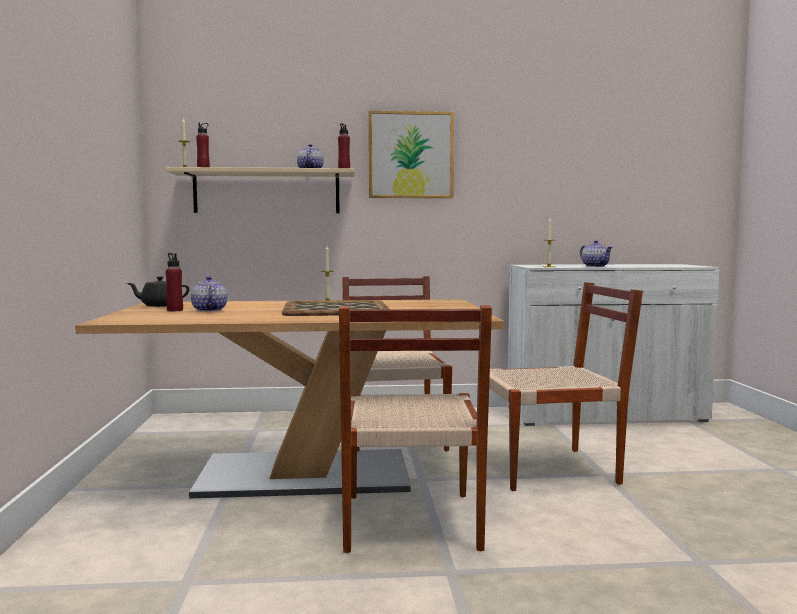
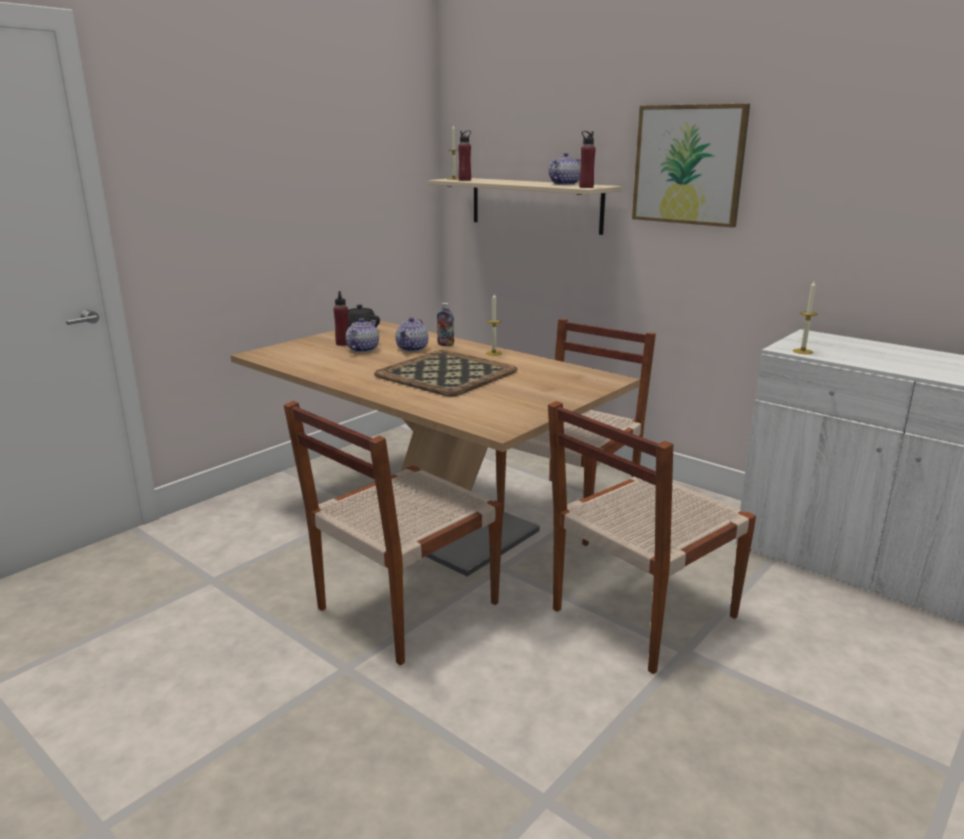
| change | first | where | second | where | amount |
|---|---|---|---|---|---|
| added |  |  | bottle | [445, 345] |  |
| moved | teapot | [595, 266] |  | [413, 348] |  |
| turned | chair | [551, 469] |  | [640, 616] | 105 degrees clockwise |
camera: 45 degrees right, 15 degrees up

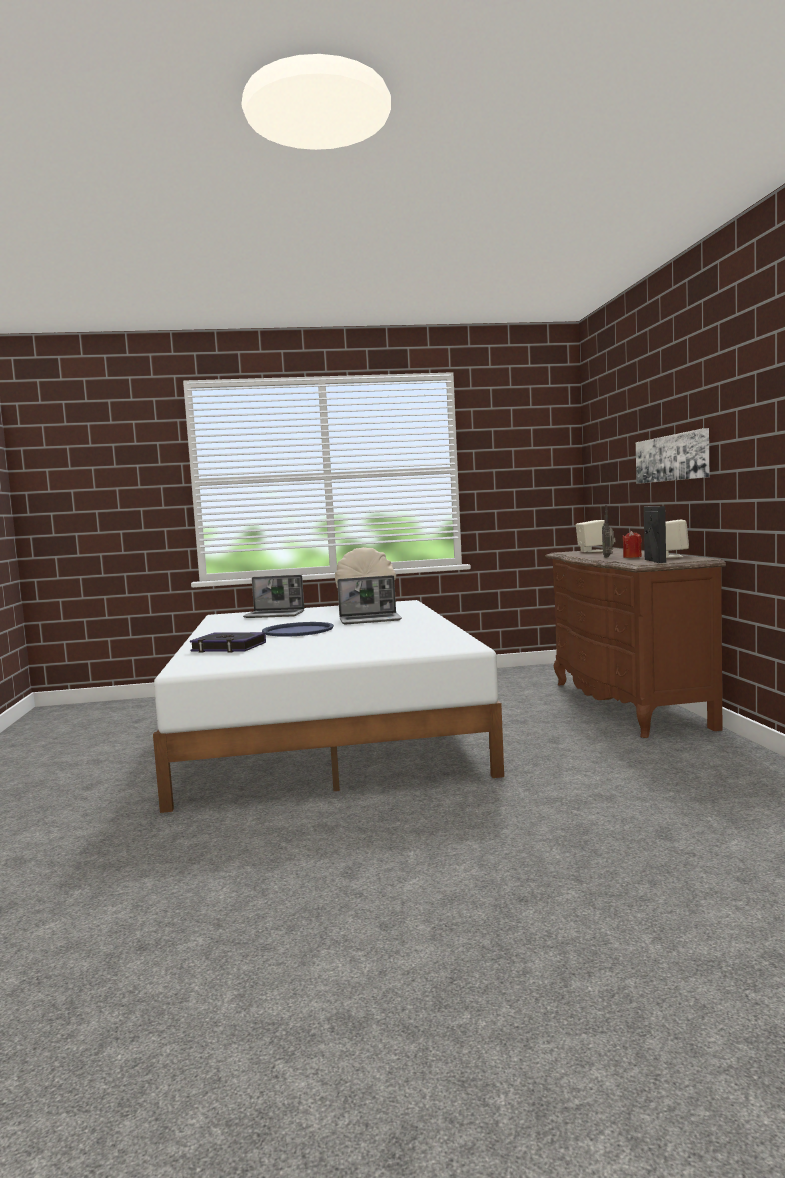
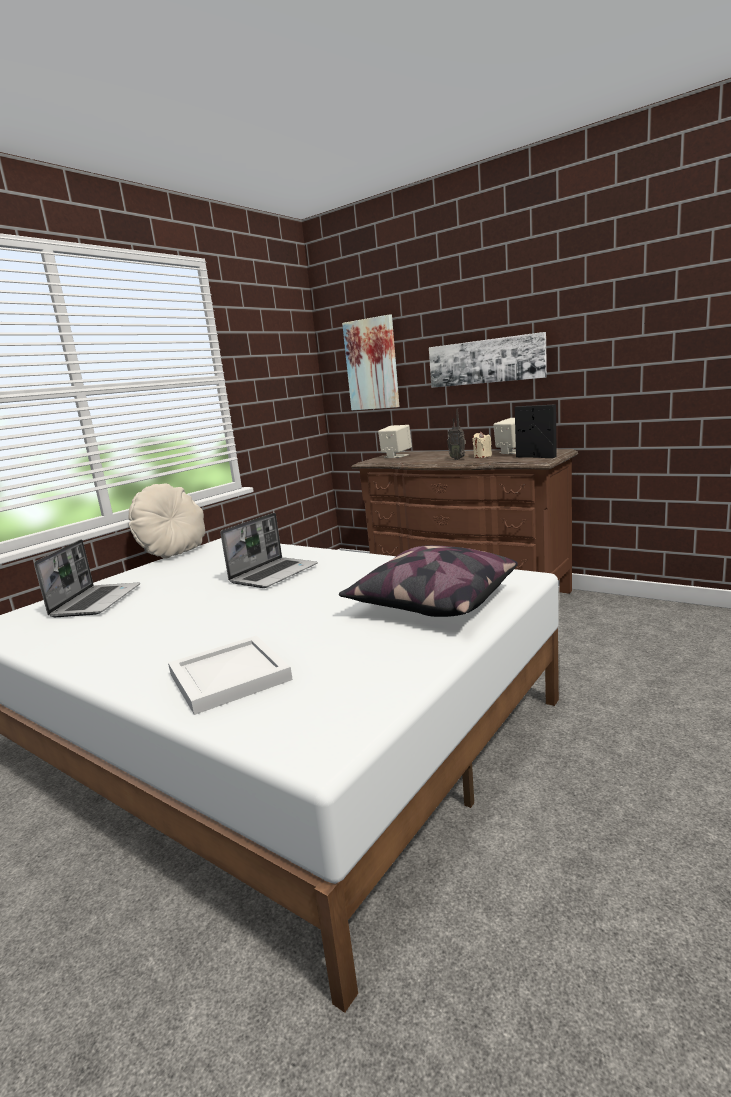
| change | first | where | second | where | amount |
|---|---|---|---|---|---|
| removed | blue tray | [298, 631] |  |  |  |
| added |  |  | pillow | [431, 603] |  |
| added |  |  | picture | [372, 364] |  |
| replaced | book | [228, 647] | white tray | [231, 677] |  |
| recoloured | red candle | [632, 557] | beige candle | [482, 456] |  |
| turned | laptop | [275, 615] |  | [96, 601] | 45 degrees counterclockwise |
camera: 45 degrees left, 10 degrees up

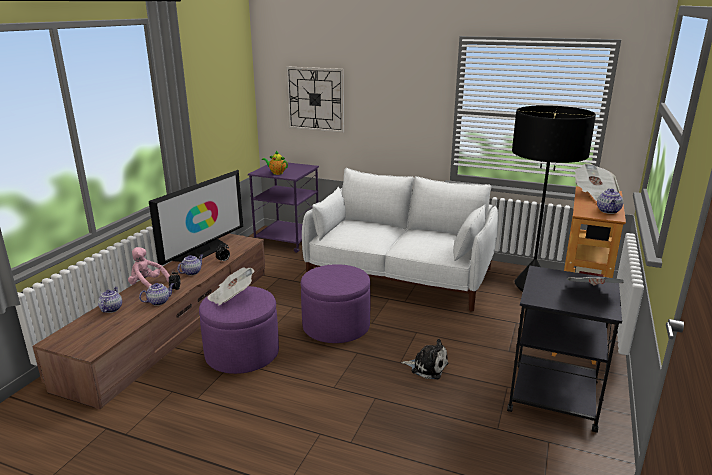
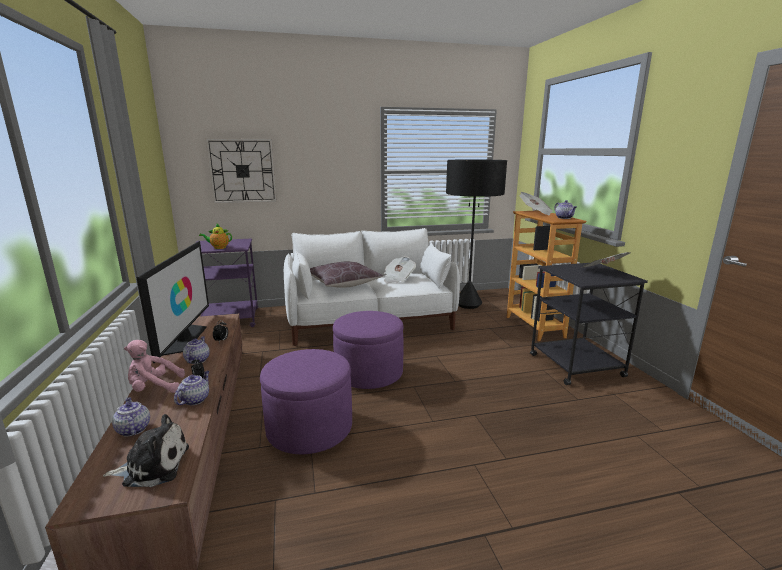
| change | first | where | second | where | amount |
|---|---|---|---|---|---|
| added |  |  | brown pillow | [343, 283] |  |
| moved | newspaper | [231, 297] |  | [398, 278] |  |
| moved | plush toy | [427, 367] |  | [153, 466] |  |
camera: 35 degrees left, 5 degrees down

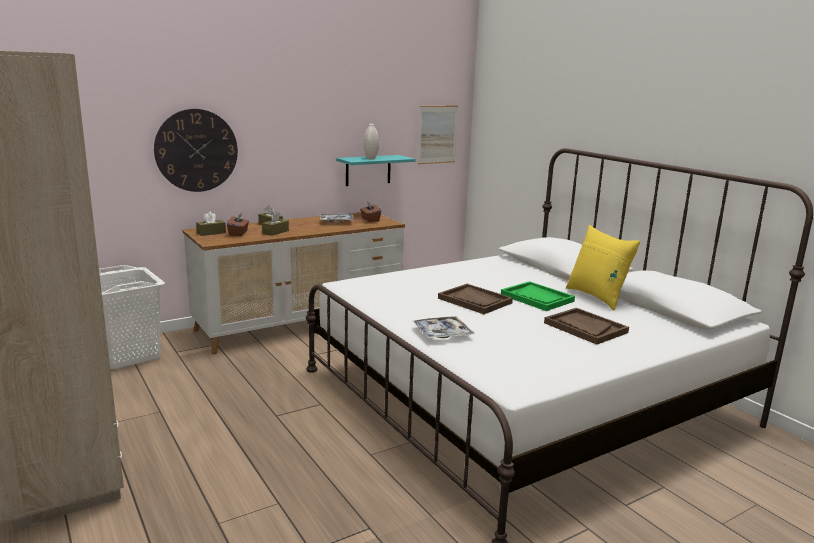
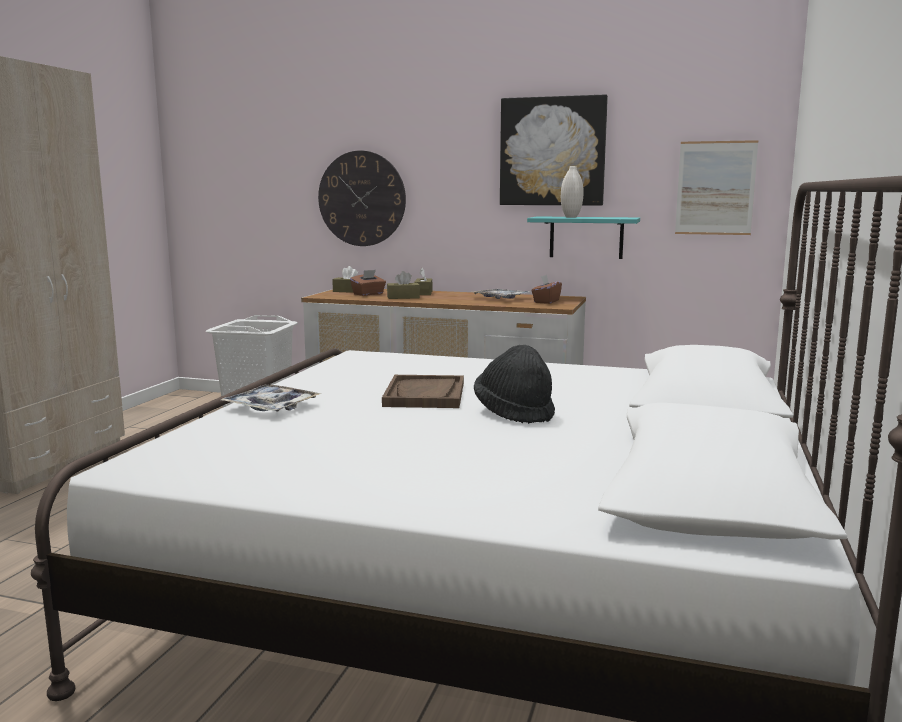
| change | first | where | second | where | amount |
|---|---|---|---|---|---|
| removed | brown tray | [585, 328] |  |  |  |
| removed | yellow pillow | [596, 297] |  |  |  |
| added |  |  | picture | [552, 151] |  |
| replaced | green tray | [537, 298] | black hat | [514, 413] |  |
camera: 50 degrees right, 5 degrees down

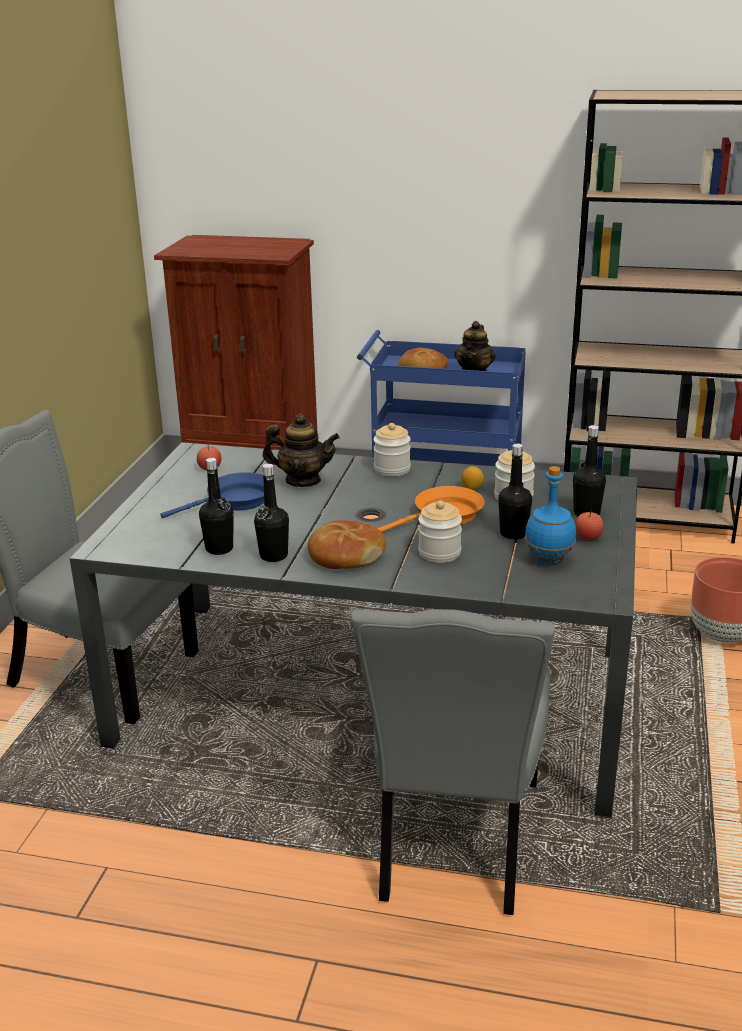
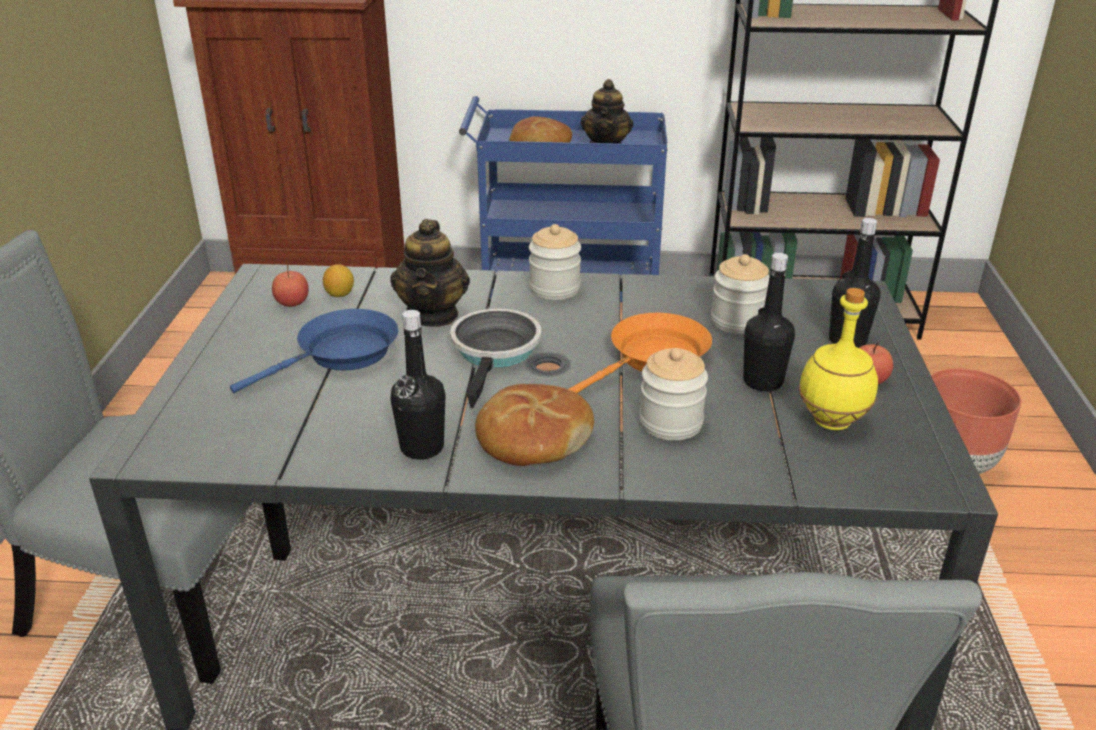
| change | first | where | second | where | amount |
|---|---|---|---|---|---|
| removed | black bottle | [219, 548] |  |  |  |
| added |  |  | frying pan | [495, 353] |  |
| moved | lemon | [472, 488] |  | [340, 294] |  |
| recoloured | blue bottle | [548, 559] | yellow bottle | [830, 422] |  |
| turned | teapot | [303, 481] |  | [433, 314] | 90 degrees clockwise |
camera: 10 degrees left, 5 degrees up

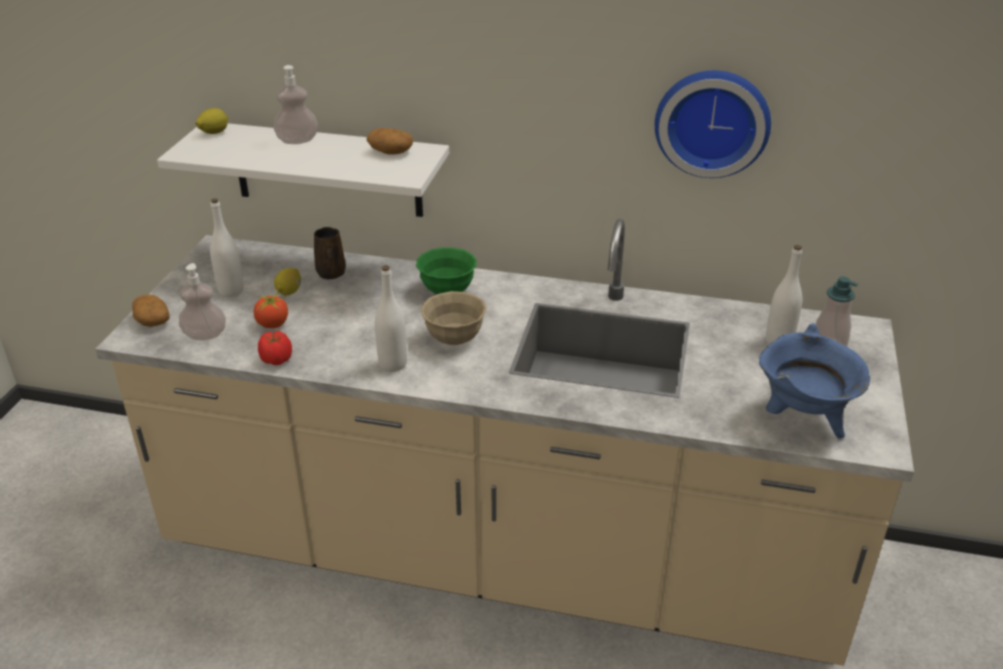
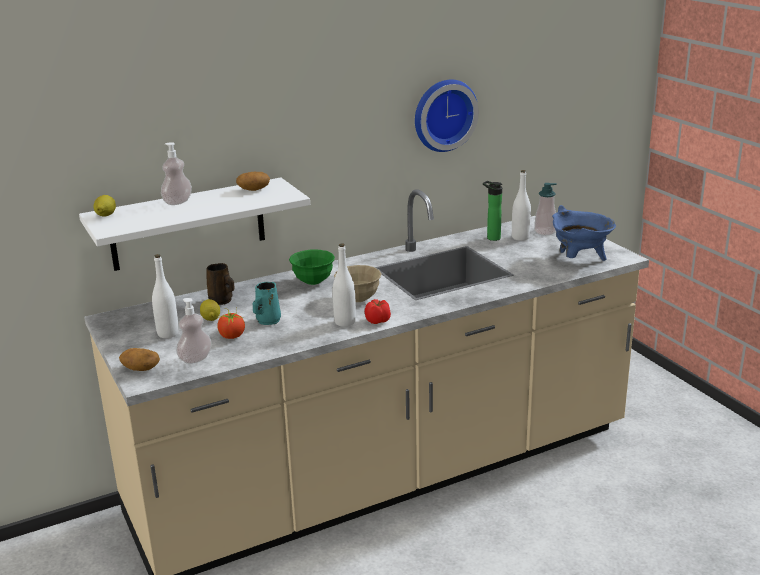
| change | first | where | second | where | amount |
|---|---|---|---|---|---|
| added |  |  | turquoise mug | [267, 321] |  |
| added |  |  | bottle | [491, 237] |  |
| moved | tomato | [276, 360] |  | [378, 321] |  |
camera: 40 degrees left, 10 degrees down

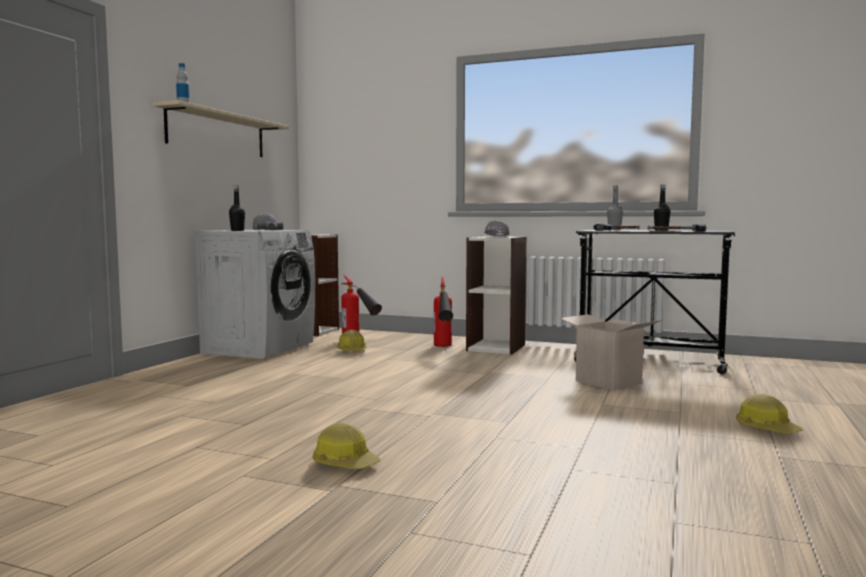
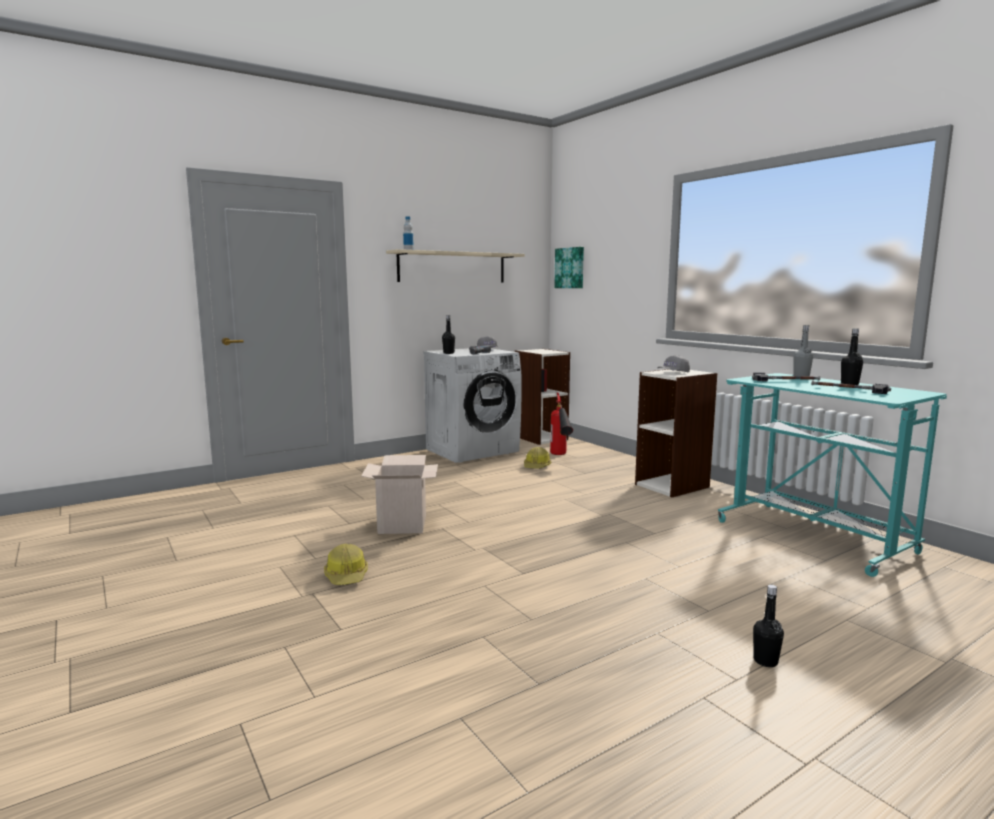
| change | first | where | second | where | amount |
|---|---|---|---|---|---|
| removed | fire extinguisher | [443, 348] |  |  |  |
| added |  |  | picture | [570, 268] |  |
| moved | cardboard box | [608, 382] |  | [402, 524] |  |
| replaced | hard hat | [766, 429] | black bottle | [765, 661] |  |
| recoloured | black desk | [649, 360] | turquoise desk | [814, 536] |  |
camera: 35 degrees right, 5 degrees up

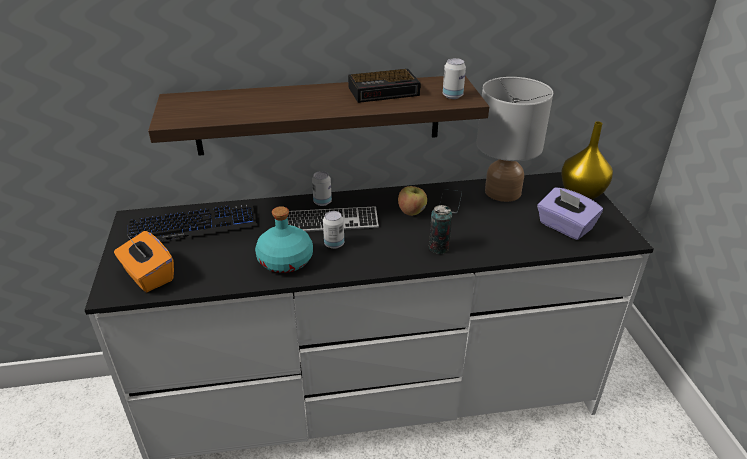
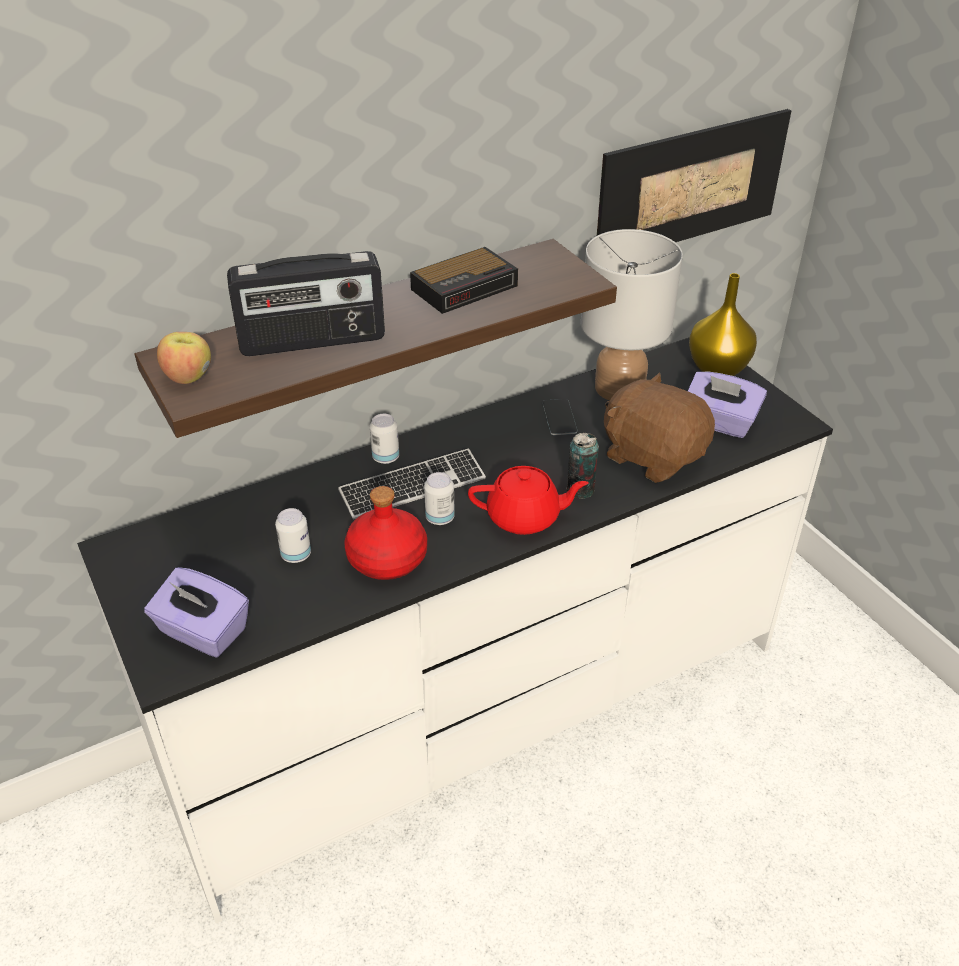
| change | first | where | second | where | amount |
|---|---|---|---|---|---|
| removed | keyboard | [193, 225] |  |  |  |
| added |  |  | radio | [312, 341] |  |
| added |  |  | red teapot | [525, 517] |  |
| added |  |  | picture | [691, 185] |  |
| added |  |  | brown plush toy | [653, 455] |  |
| moved | apple | [412, 211] |  | [188, 377] |  |
| moved | can | [452, 96] |  | [296, 555] |  |
| recoloured | orange tissue box | [148, 276] | purple tissue box | [202, 632] |  |
| recoloured | turquoise bottle | [285, 261] | red bottle | [388, 559] |  |
camera: 20 degrees left, 5 degrees up

